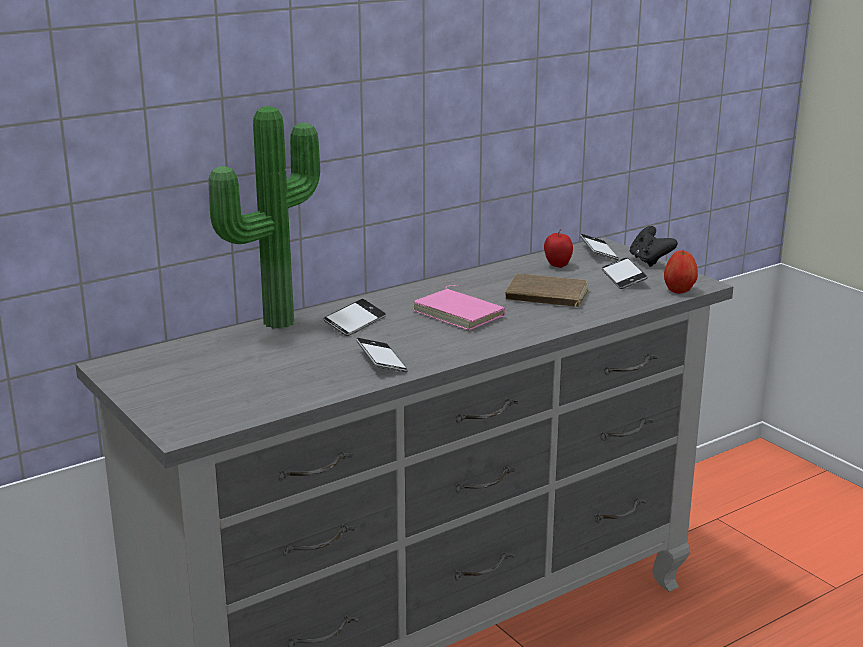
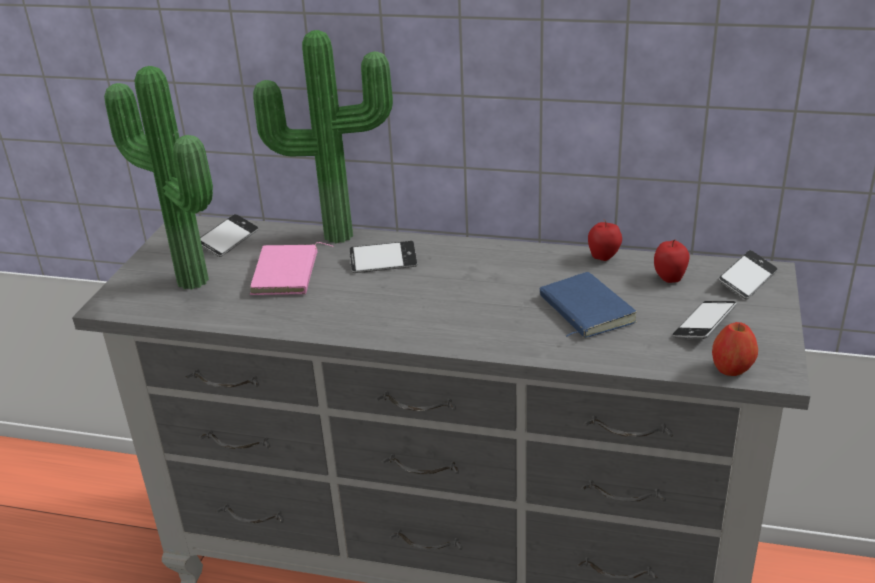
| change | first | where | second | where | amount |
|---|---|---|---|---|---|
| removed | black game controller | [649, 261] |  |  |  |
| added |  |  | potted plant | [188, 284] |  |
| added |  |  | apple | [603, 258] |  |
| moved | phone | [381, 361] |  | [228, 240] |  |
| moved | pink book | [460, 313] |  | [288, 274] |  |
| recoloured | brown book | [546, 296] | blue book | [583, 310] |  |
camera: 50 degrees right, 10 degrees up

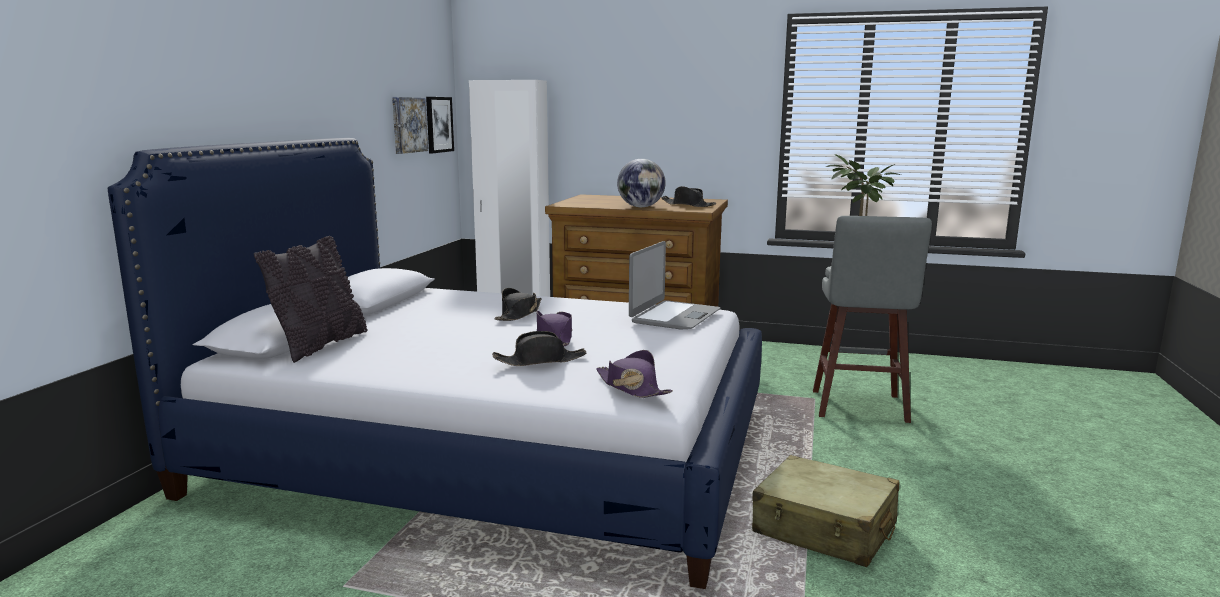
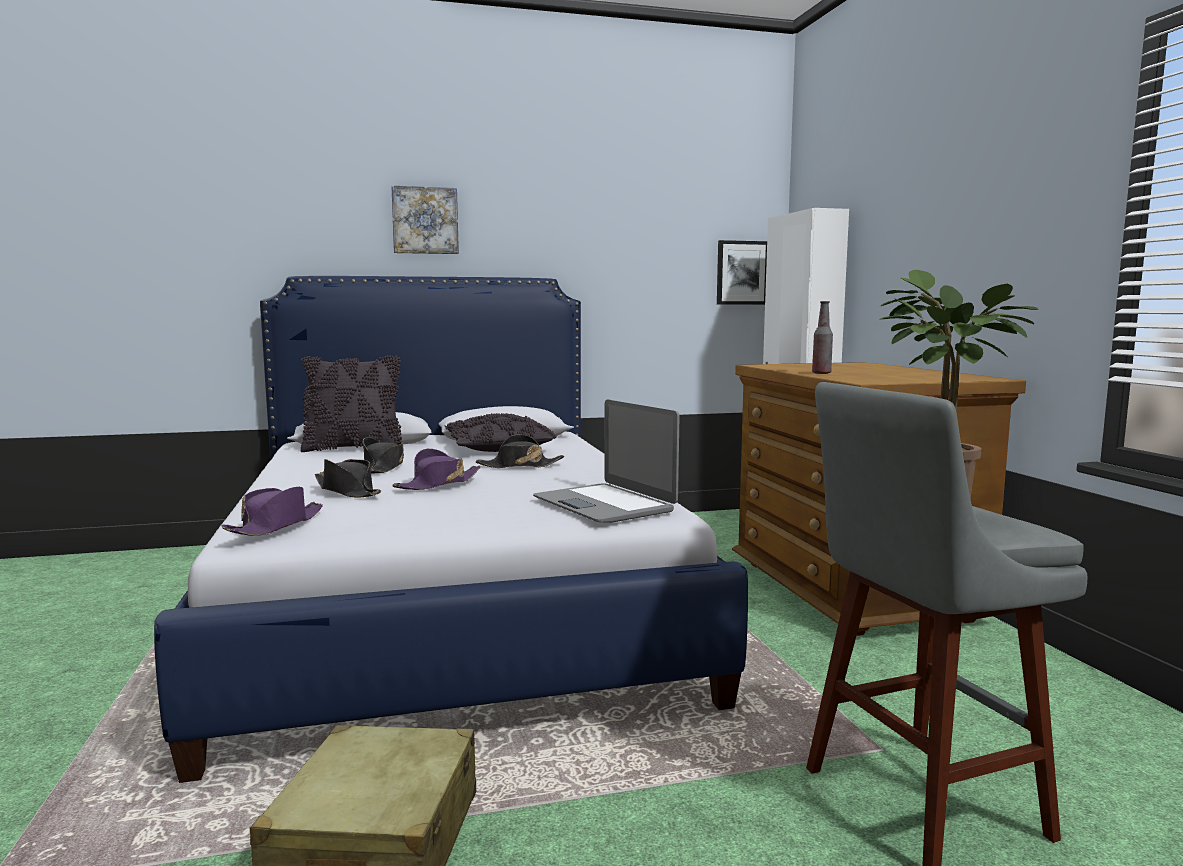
| change | first | where | second | where | amount |
|---|---|---|---|---|---|
| added |  |  | black pillow | [499, 448] |  |
| moved | picture | [408, 125] |  | [425, 220] |  |
| moved | black hat | [688, 205] |  | [383, 467] |  |
| replaced | globe | [641, 207] | bottle | [821, 373] |  |
| turned | laptop | [674, 316] |  | [604, 505] | 60 degrees clockwise |
camera: 60 degrees right, 5 degrees down

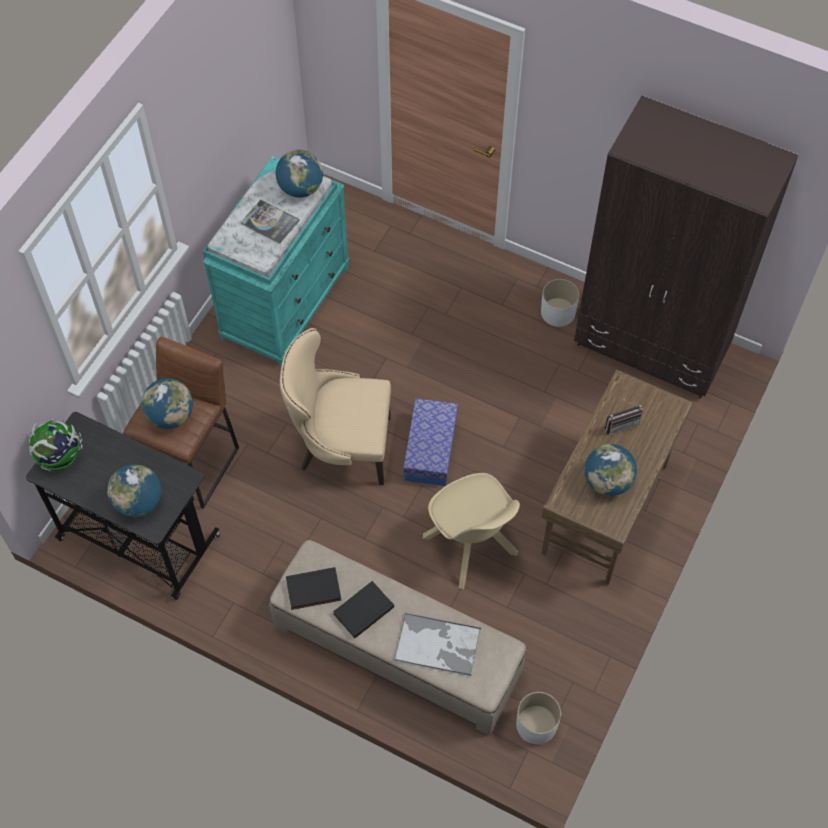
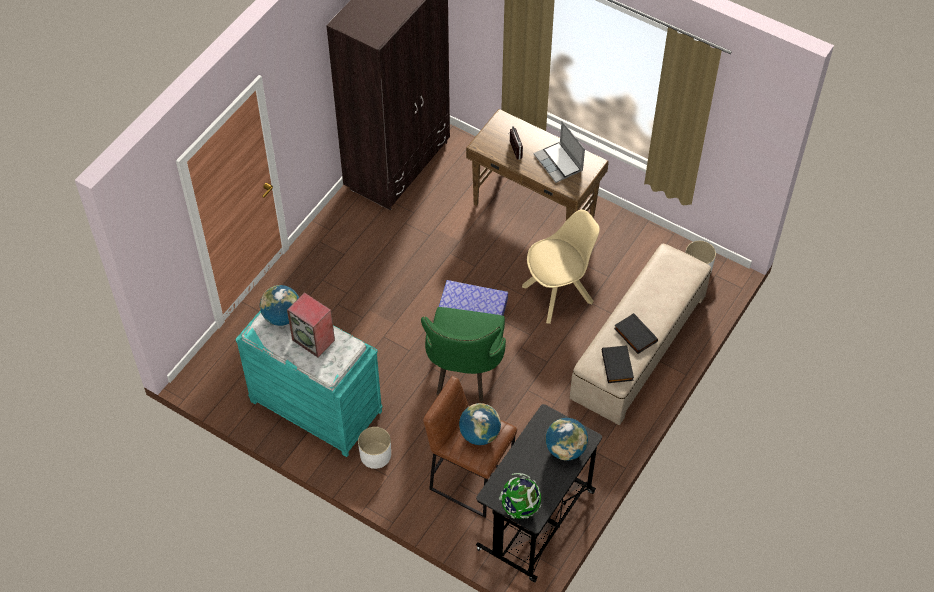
| change | first | where | second | where | amount |
|---|---|---|---|---|---|
| removed | tray | [438, 645] |  |  |  |
| moved | white planter | [558, 312] |  | [375, 454] |  |
| replaced | book | [270, 222] | speaker | [314, 340] |  |
| replaced | globe | [607, 481] | laptop | [559, 163] |  |
| recoloured | beige chair | [341, 447] | green chair | [464, 372] |  |
camera: 85 degrees left, 5 degrees down

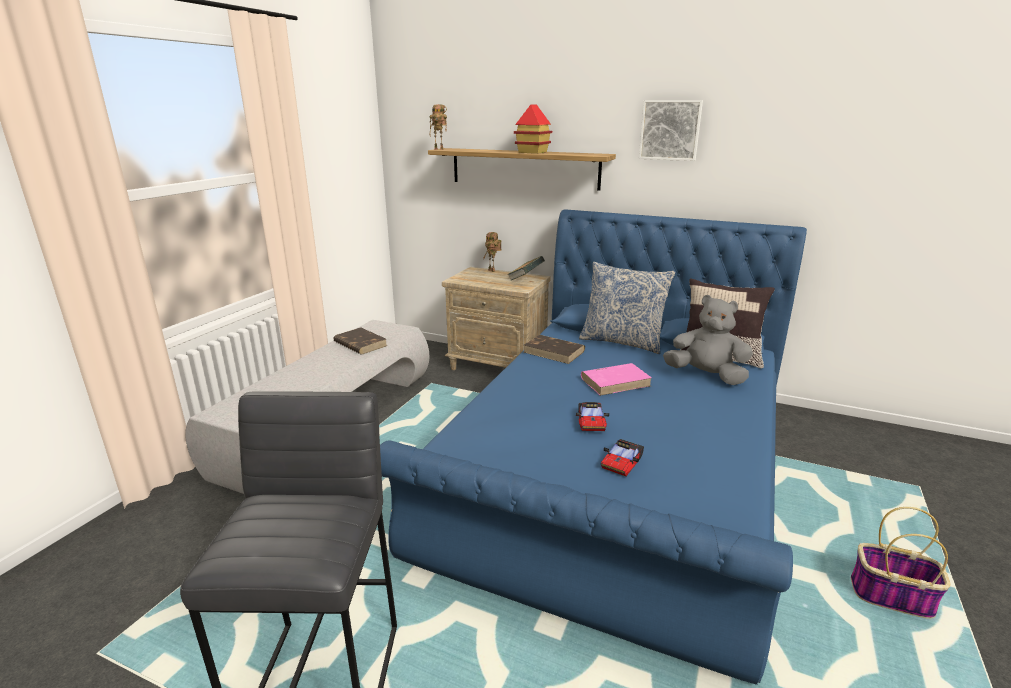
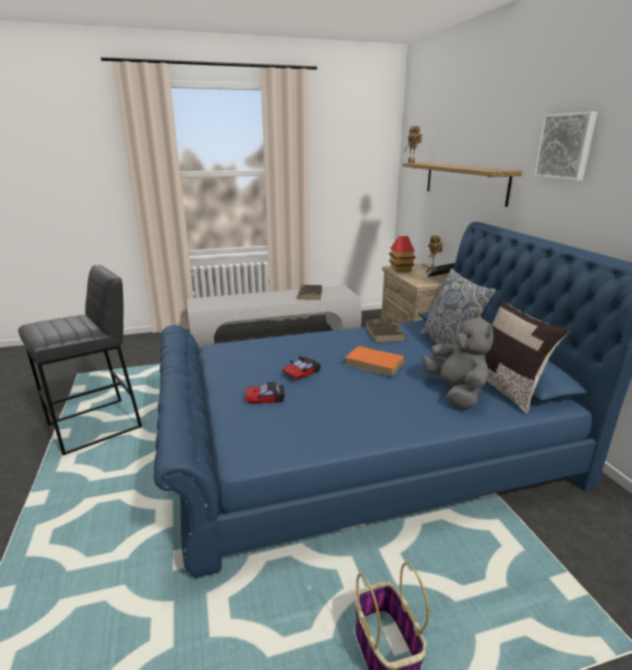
| change | first | where | second | where | amount |
|---|---|---|---|---|---|
| moved | toy house | [532, 152] |  | [400, 269] |  |
| recoloured | pink book | [616, 382] | orange book | [375, 363] |  |
camera: 50 degrees right, 0 degrees up

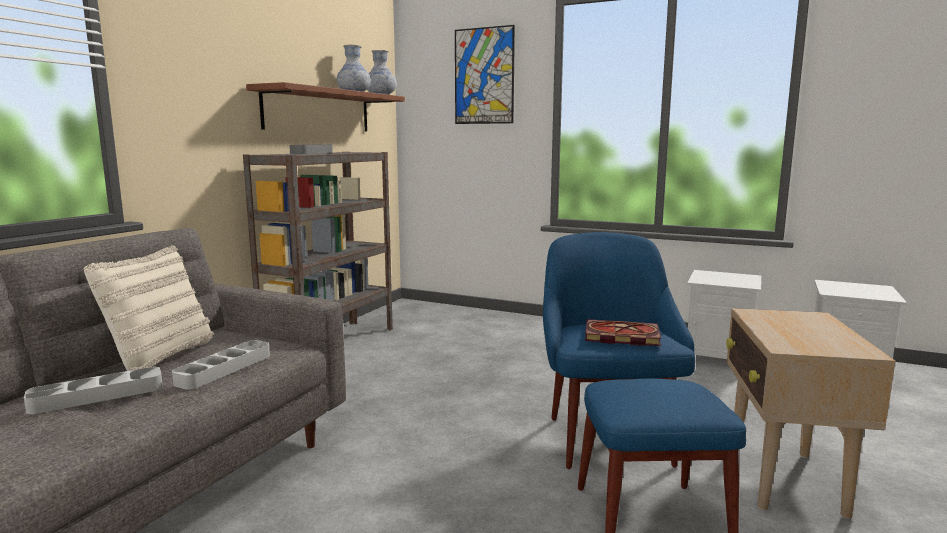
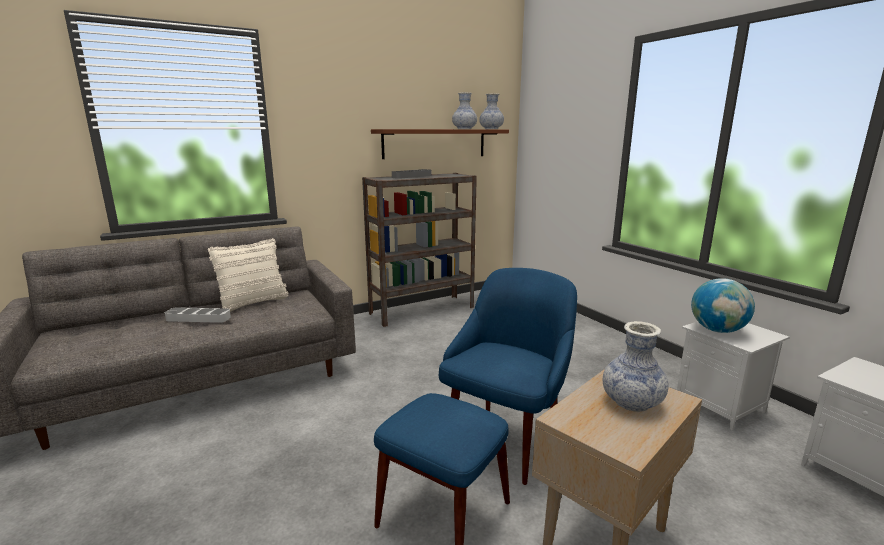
| change | first | where | second | where | amount |
|---|---|---|---|---|---|
| removed | grey tray | [224, 369] |  |  |  |
| removed | picture | [484, 76] |  |  |  |
| removed | book | [619, 336] |  |  |  |
| added |  |  | vase | [631, 402] |  |
| added |  |  | globe | [717, 330] |  |
camera: 35 degrees right, 5 degrees up

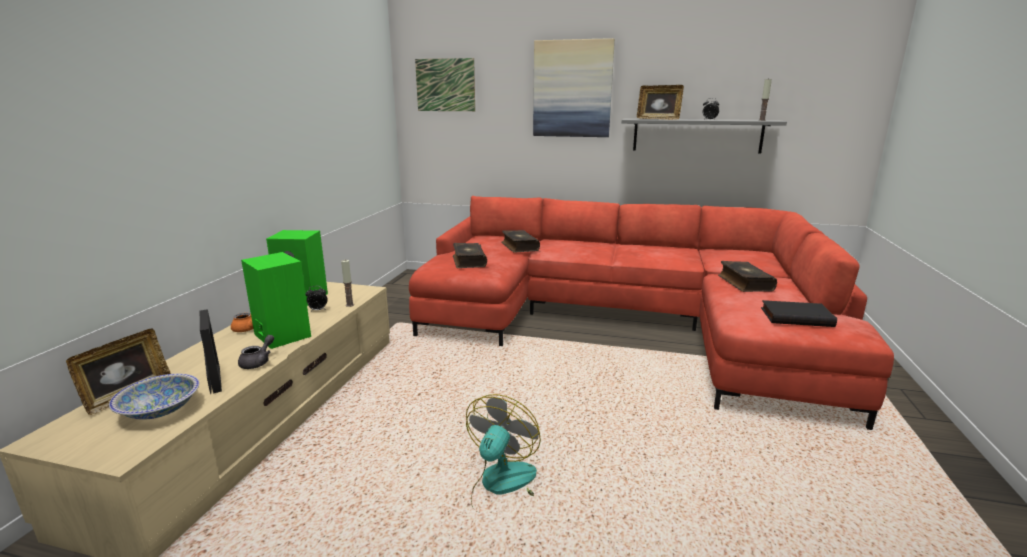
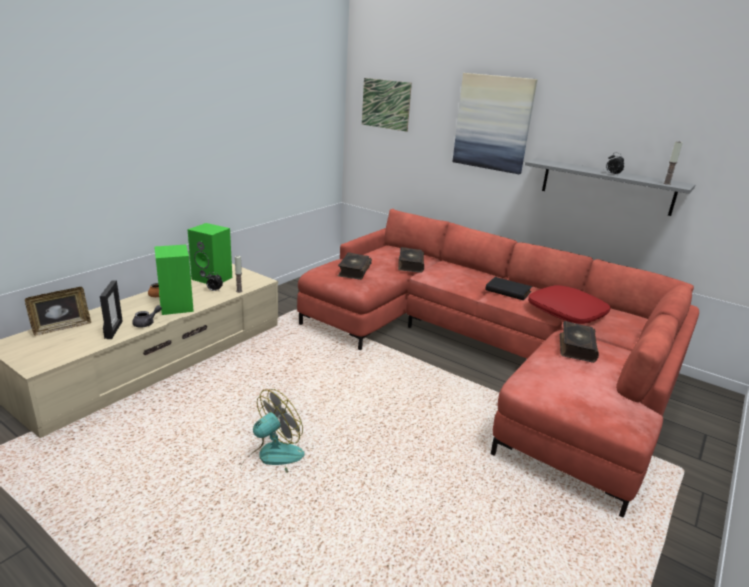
| change | first | where | second | where | amount |
|---|---|---|---|---|---|
| removed | bowl | [160, 410] |  |  |  |
| removed | picture frame | [658, 119] |  |  |  |
| added |  |  | red pillow | [566, 312] |  |
| moved | black book | [796, 317] |  | [508, 290] |  |
camera: 20 degrees right, 5 degrees up

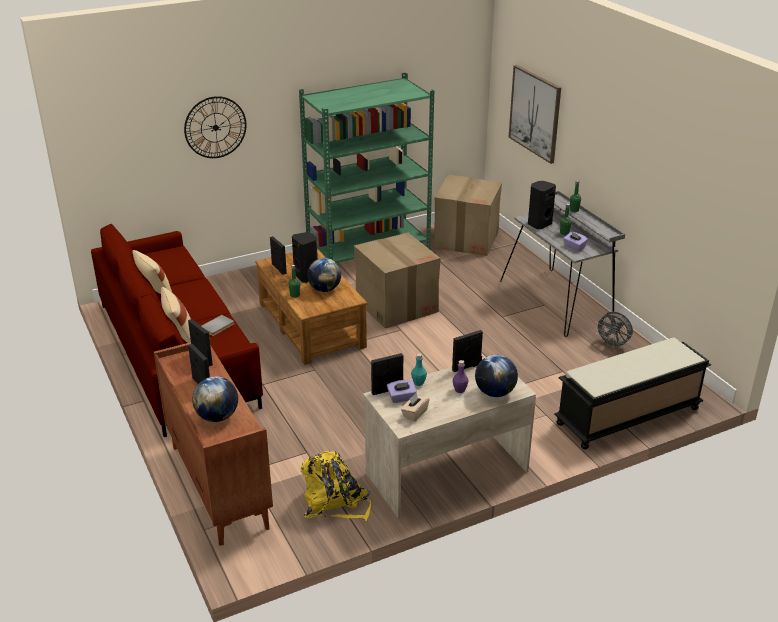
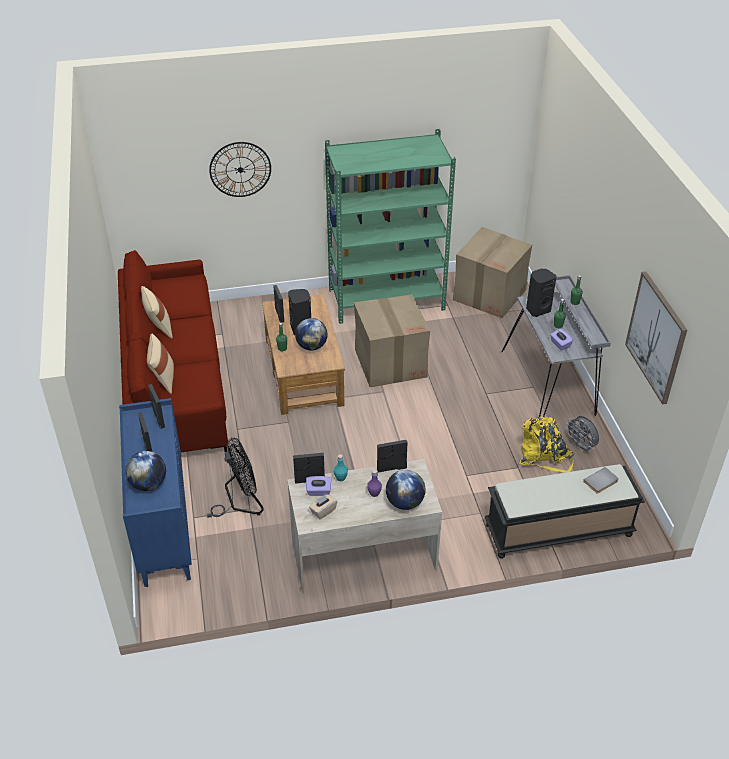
| change | first | where | second | where | amount |
|---|---|---|---|---|---|
| added |  |  | black fan | [239, 497] |  |
| moved | grey book | [218, 327] |  | [601, 482] |  |
| moved | yellow backpack | [335, 503] |  | [544, 456] |  |
| moved | picture | [535, 113] |  | [656, 337] |  |
| recoloured | brown cabinet | [218, 485] | blue cabinet | [164, 527] |  |
camera: 15 degrees right, 10 degrees up

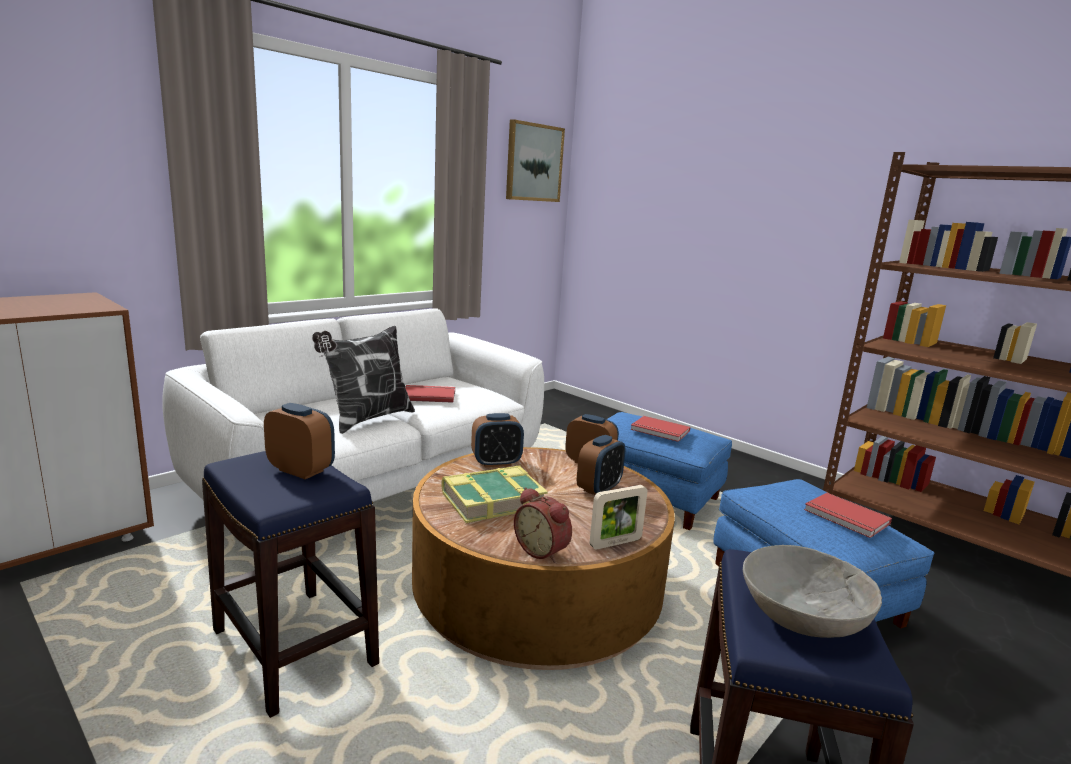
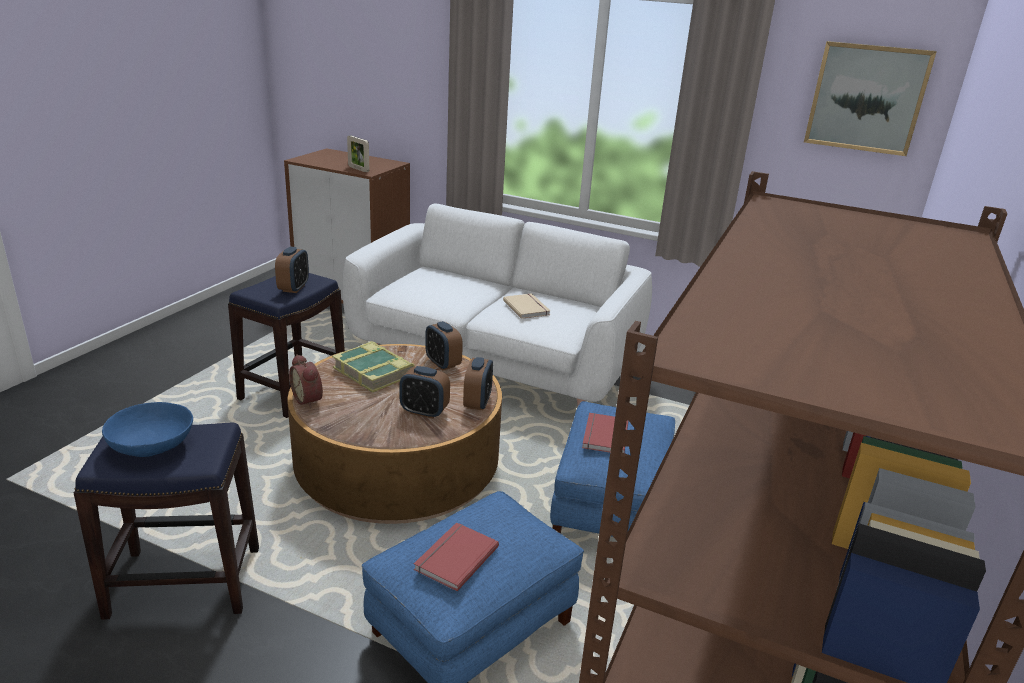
| change | first | where | second | where | amount |
|---|---|---|---|---|---|
| removed | pillow | [367, 419] |  |  |  |
| moved | picture frame | [615, 543] |  | [358, 169] |  |
| recoloured | red book | [429, 395] | beige book | [527, 307] |  |
| recoloured | grey bowl | [802, 614] | blue bowl | [152, 445] |  |
| turned | alarm clock | [543, 550] |  | [309, 399] | 60 degrees counterclockwise |
camera: 70 degrees right, 10 degrees up

